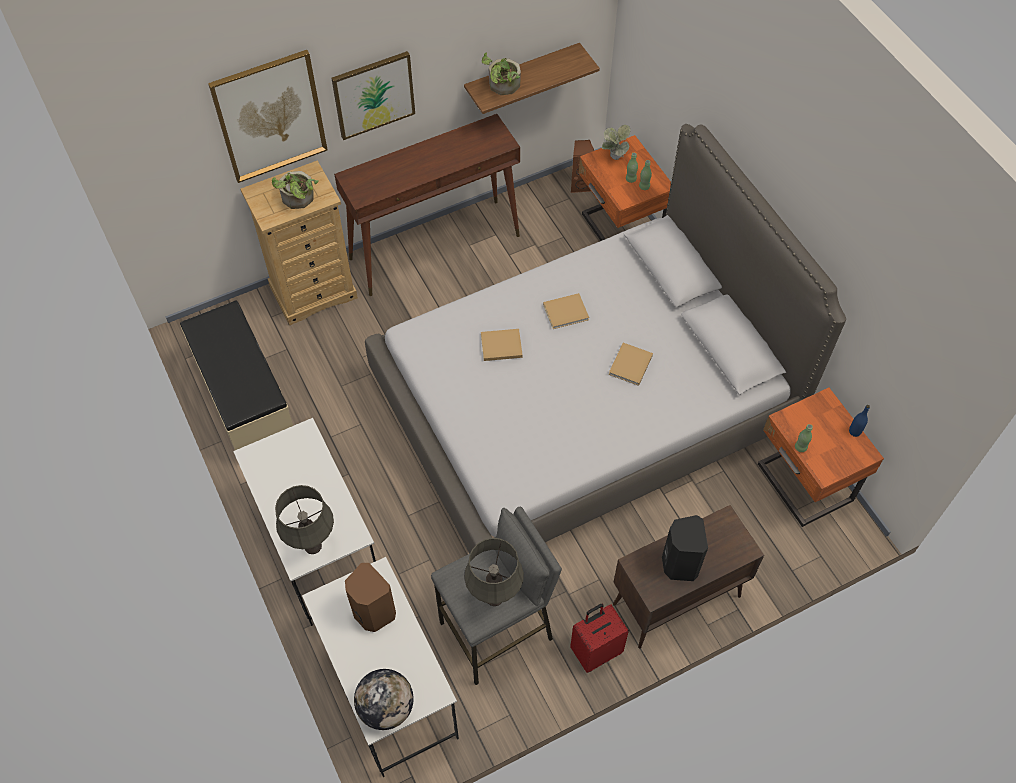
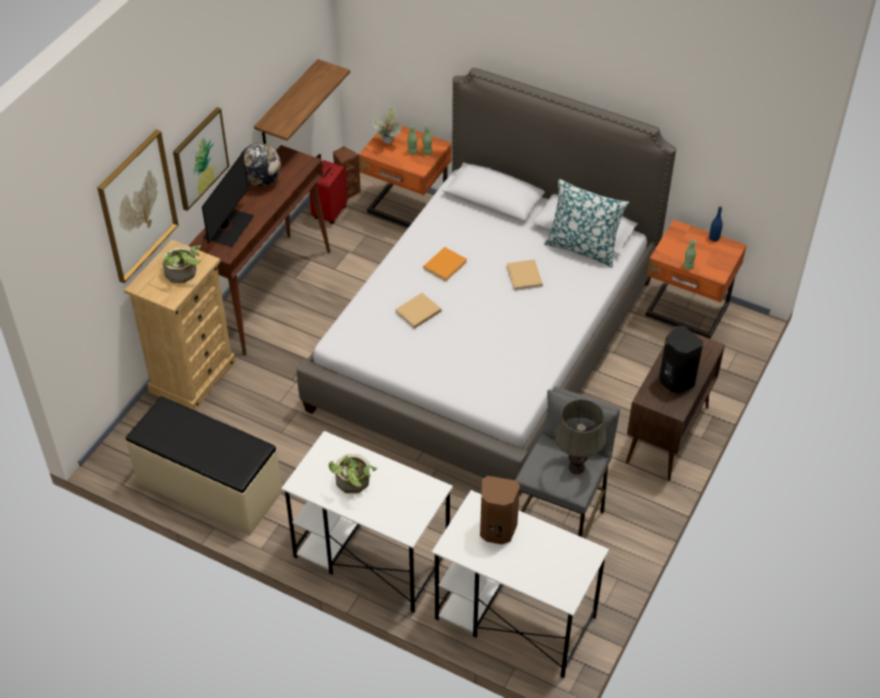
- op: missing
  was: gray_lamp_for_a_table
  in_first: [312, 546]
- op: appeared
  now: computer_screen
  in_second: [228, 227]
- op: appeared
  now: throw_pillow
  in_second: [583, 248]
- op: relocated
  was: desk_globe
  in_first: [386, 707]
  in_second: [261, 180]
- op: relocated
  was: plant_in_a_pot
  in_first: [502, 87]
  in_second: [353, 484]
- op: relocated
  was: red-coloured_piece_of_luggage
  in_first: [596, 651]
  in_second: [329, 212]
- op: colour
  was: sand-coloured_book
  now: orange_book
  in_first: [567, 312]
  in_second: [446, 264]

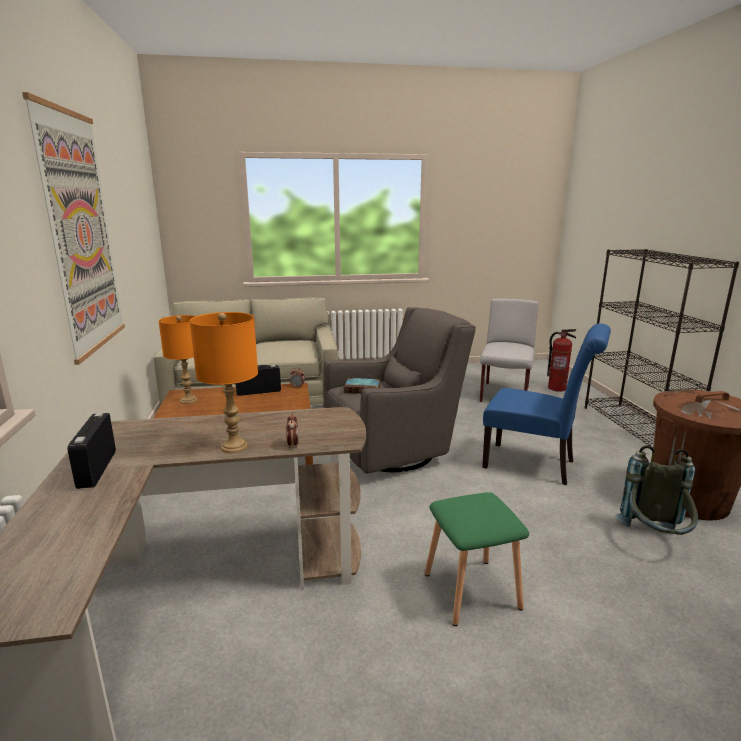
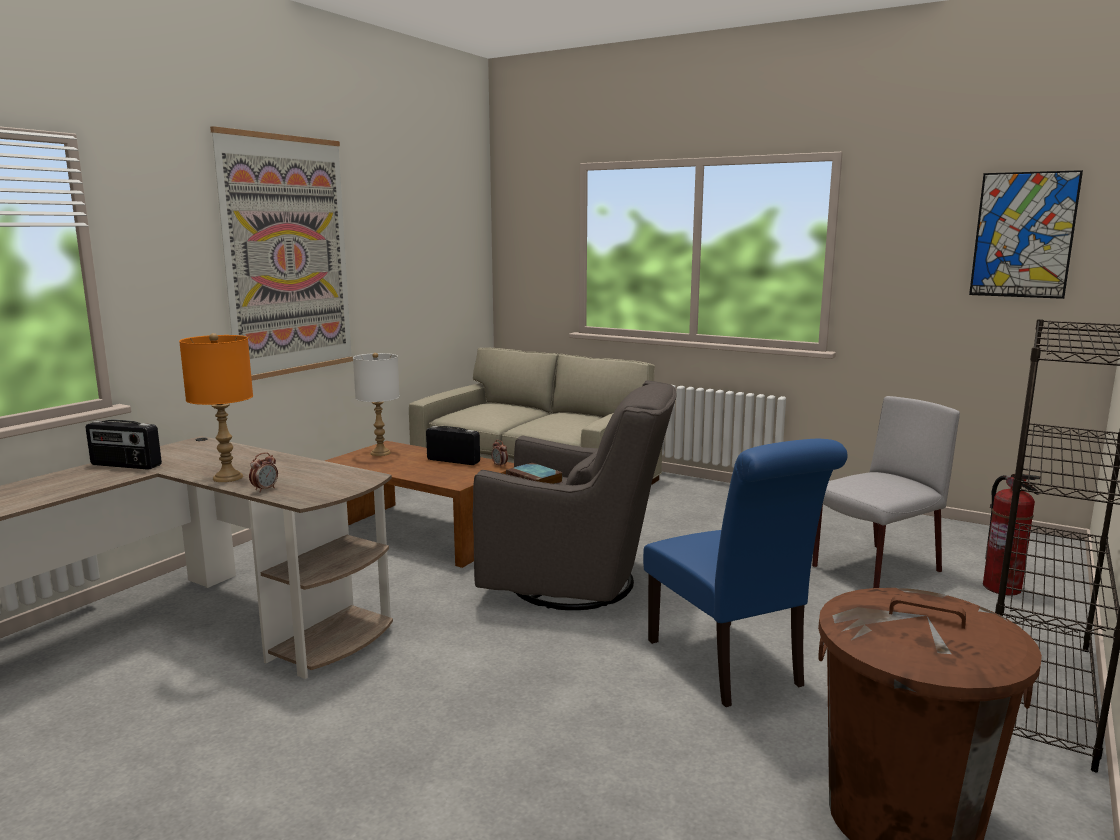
- op: missing
  was: green_stool_seat
  in_first: [473, 591]
- op: missing
  was: gray_rucksack
  in_first: [654, 539]
- op: appeared
  now: wall_art
  in_second: [1023, 235]
- op: colour
  was: orange_lamp_for_a_table
  now: white-coloured_lamp_for_a_table
  in_first: [189, 400]
  in_second: [380, 453]
- op: spun
  was: radio
  in_first: [96, 469]
  in_second: [125, 465]
  clockwise: -105

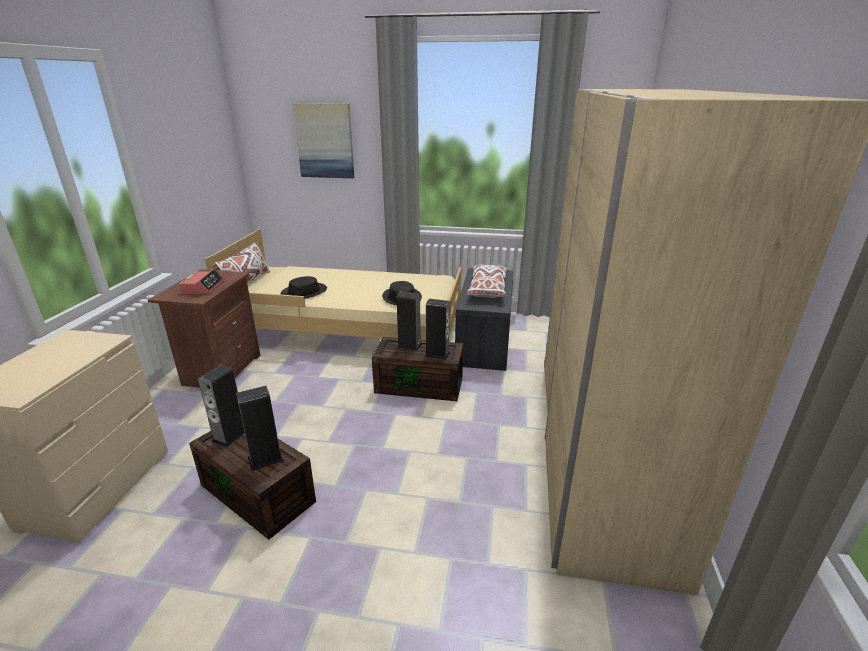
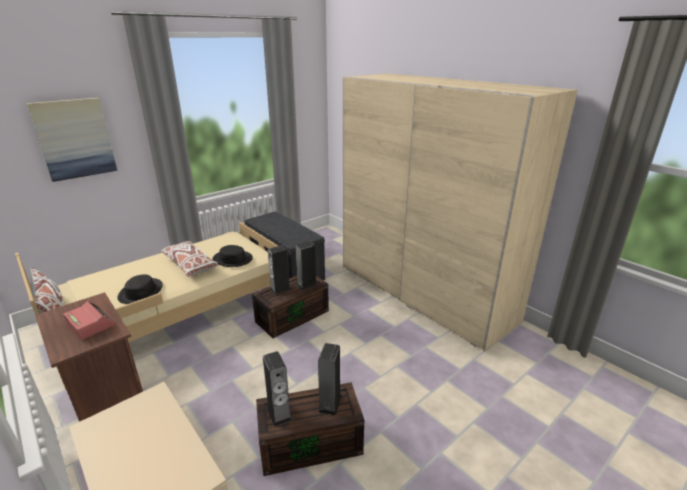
- op: relocated
  was: white-coloured_throw_pillow
  in_first: [487, 289]
  in_second: [190, 265]

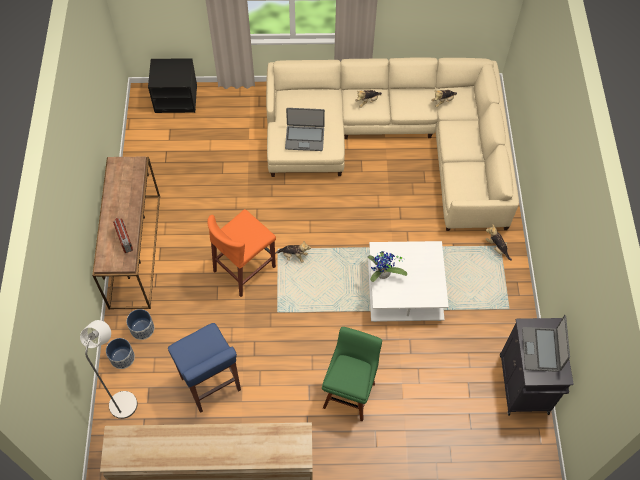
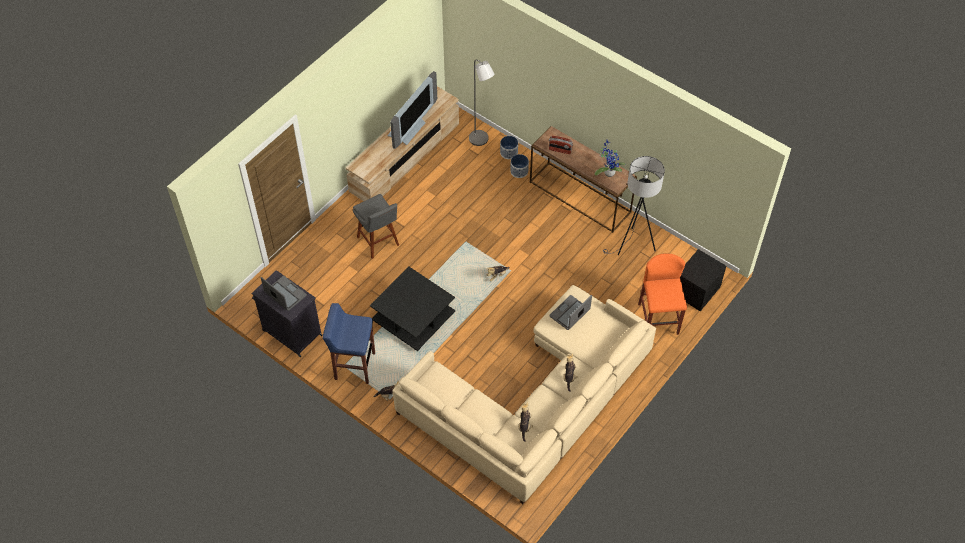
- op: appeared
  now: TV_set
  in_second: [409, 130]
- op: appeared
  now: gray_standard_lamp
  in_second: [632, 246]
- op: relocated
  was: bluish_stool_seat
  in_first: [211, 385]
  in_second: [354, 366]
- op: relocated
  was: orange_stool_seat
  in_first: [244, 269]
  in_second: [658, 319]
- op: relocated
  was: plant_in_a_pot
  in_first: [382, 275]
  in_second: [608, 172]
- op: colour
  was: green_stool_seat
  now: gray_stool_seat
  in_first: [350, 392]
  in_second: [379, 243]
- op: colour
  was: white-coloured_coffee_table
  now: black-coloured_coffee_table
  in_first: [405, 290]
  in_second: [413, 318]

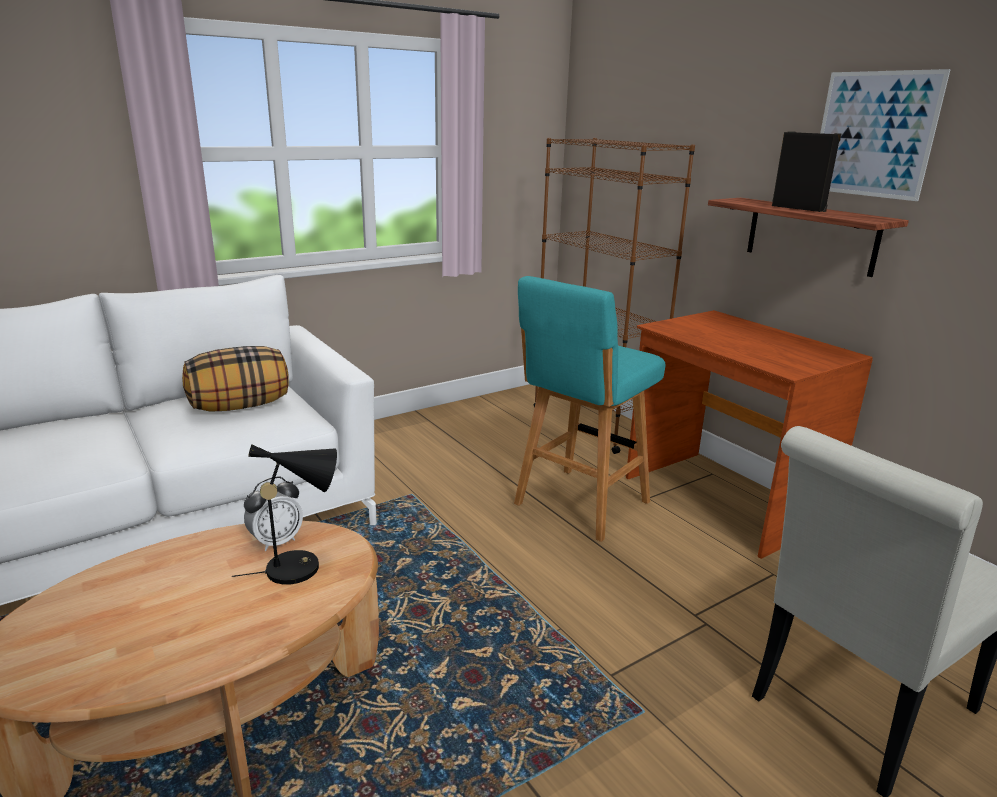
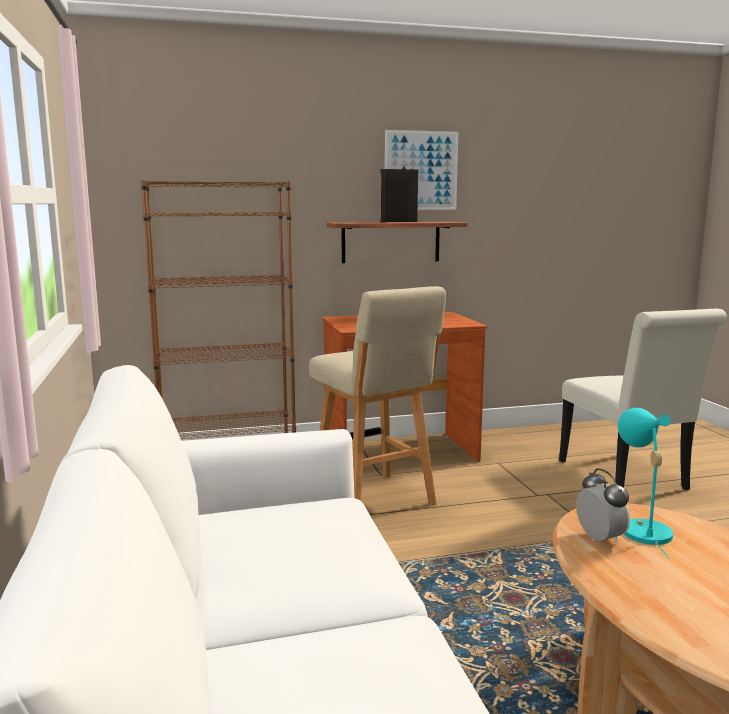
- op: missing
  was: throw_pillow
  in_first: [240, 406]
- op: colour
  was: black-coloured_lamp_for_a_table
  now: blue-green_lamp_for_a_table
  in_first: [301, 566]
  in_second: [642, 529]
- op: colour
  was: blue-green_stool_seat
  now: sand-coloured_stool_seat
  in_first: [579, 505]
  in_second: [374, 501]

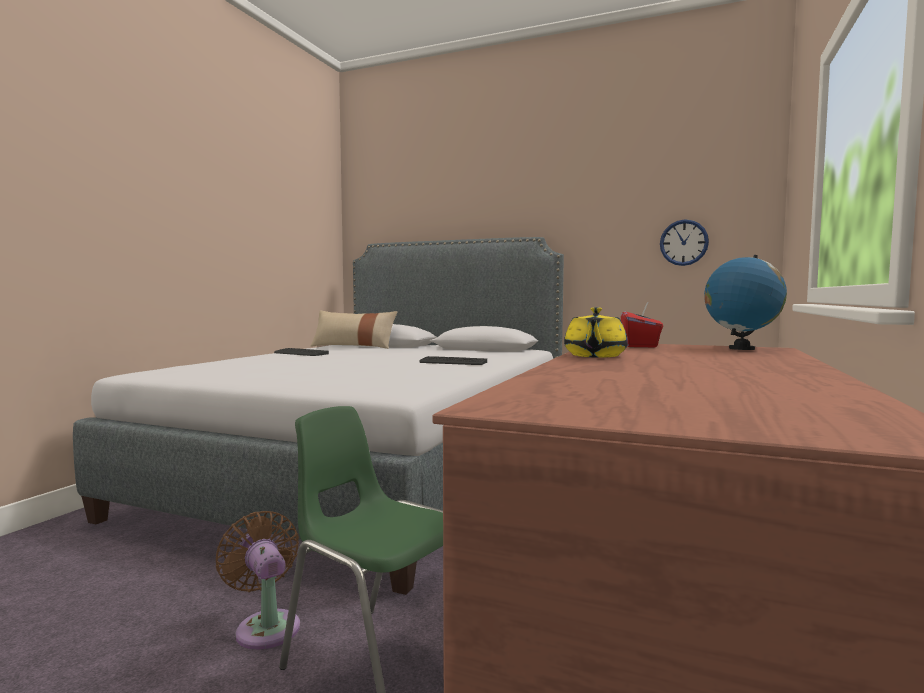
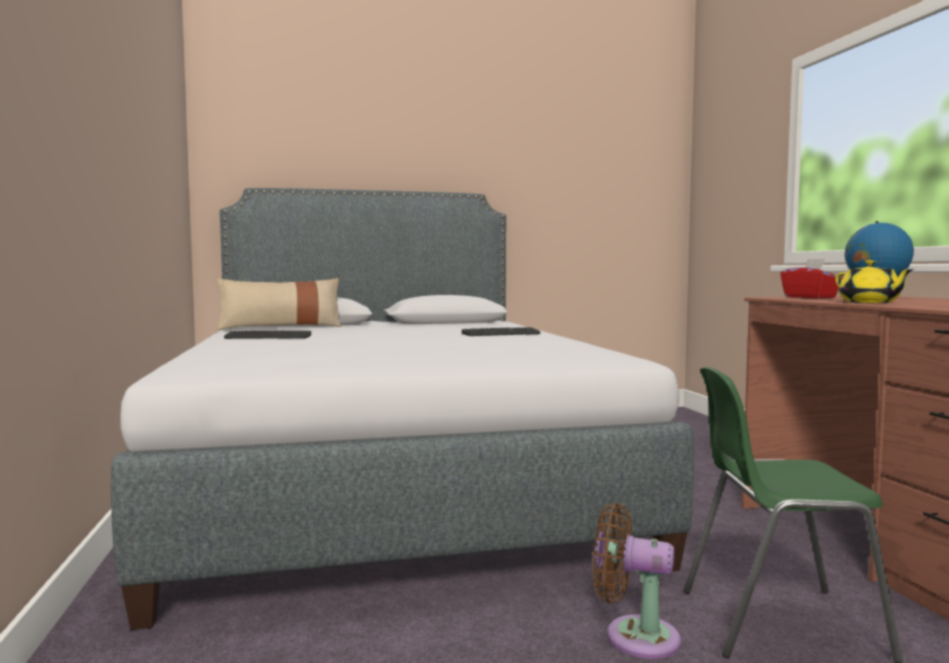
- op: missing
  was: hanging_clock
  in_first: [683, 242]

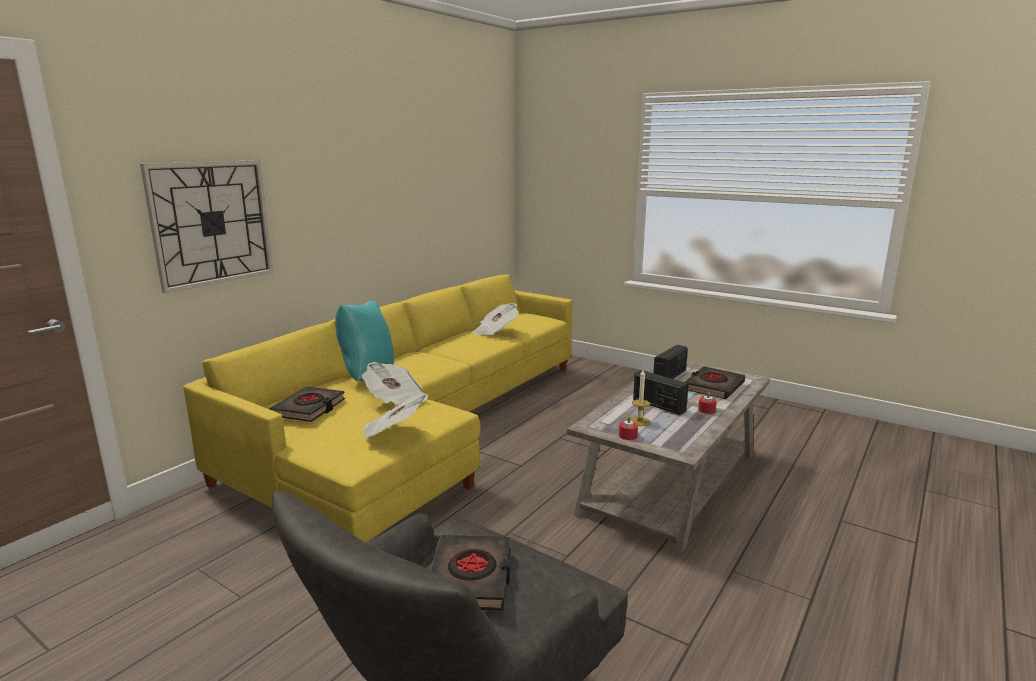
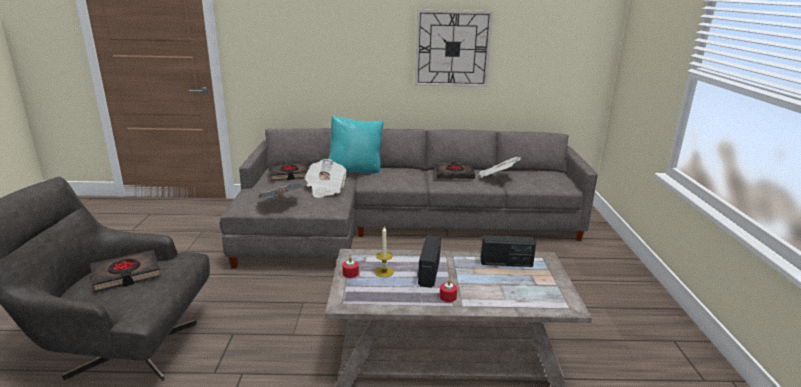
- op: relocated
  was: hanging_clock
  in_first: [211, 223]
  in_second: [452, 49]
- op: relocated
  was: black-coloured_book
  in_first: [713, 387]
  in_second: [454, 174]
- op: colour
  was: yellow_sofa
  now: gray_sofa
  in_first: [418, 429]
  in_second: [396, 225]

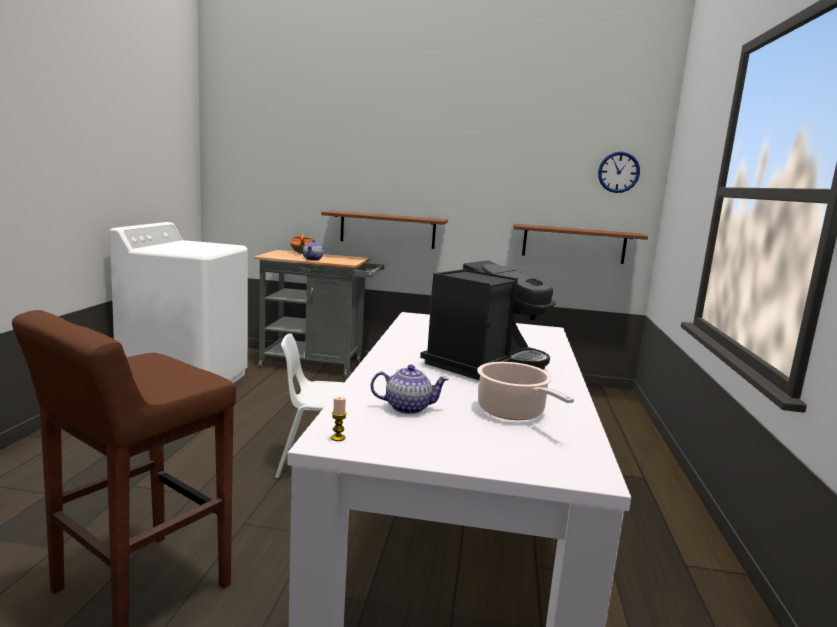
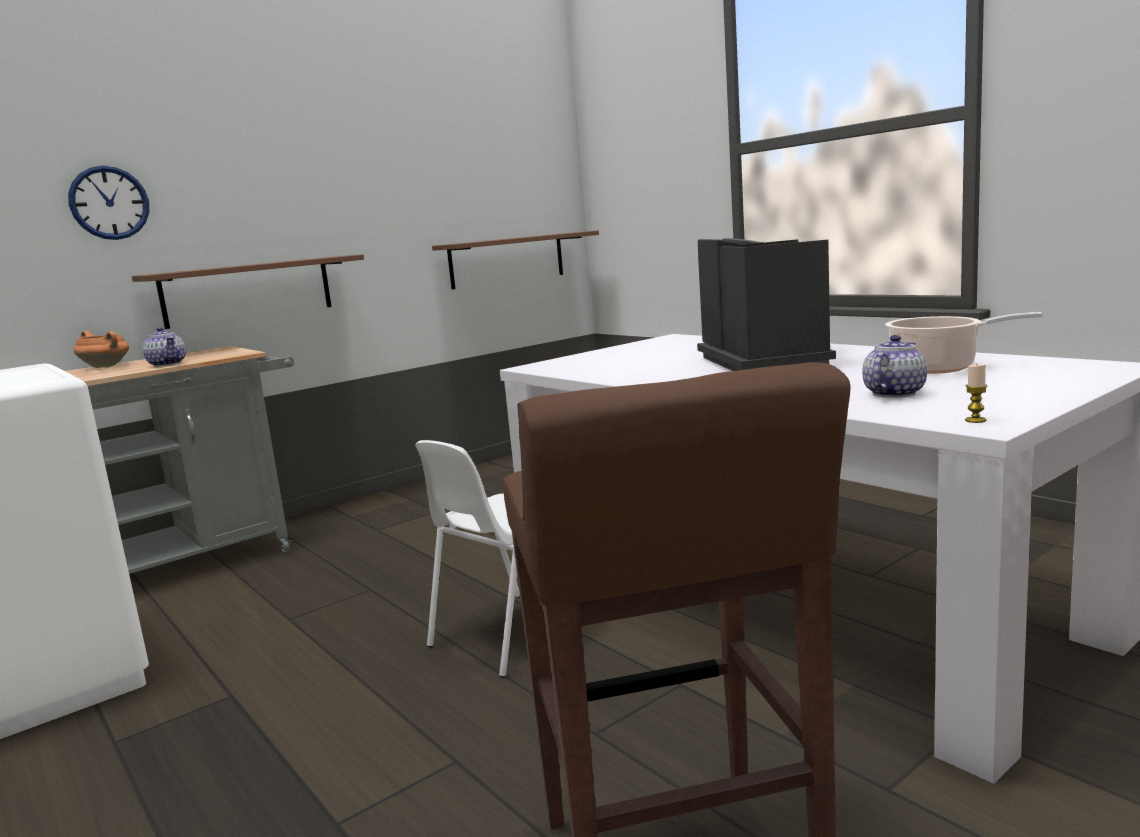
- op: relocated
  was: hanging_clock
  in_first: [618, 172]
  in_second: [109, 203]

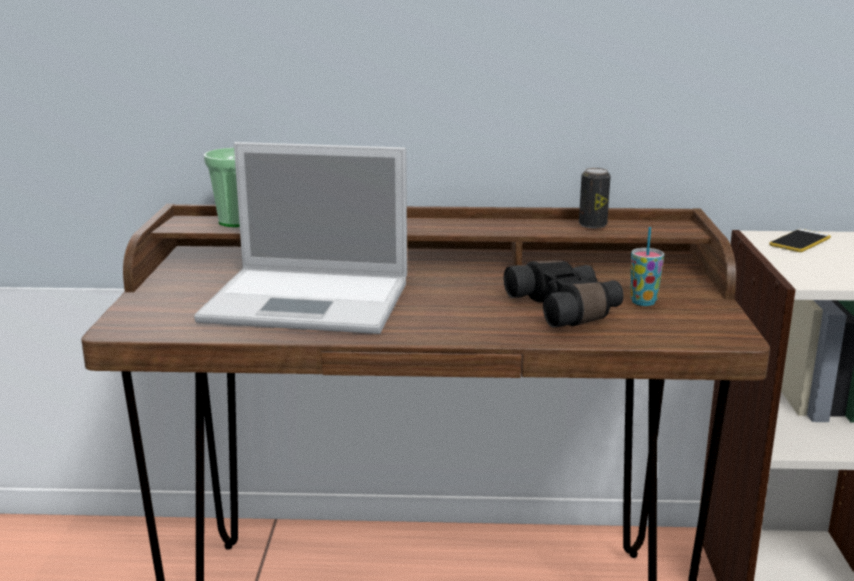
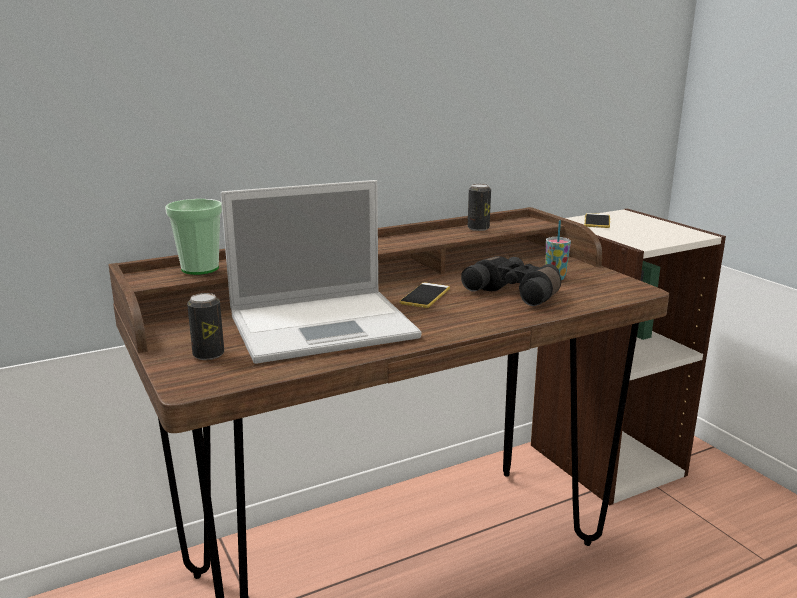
- op: appeared
  now: metal_can
  in_second: [208, 354]
- op: appeared
  now: handset
  in_second: [425, 296]

